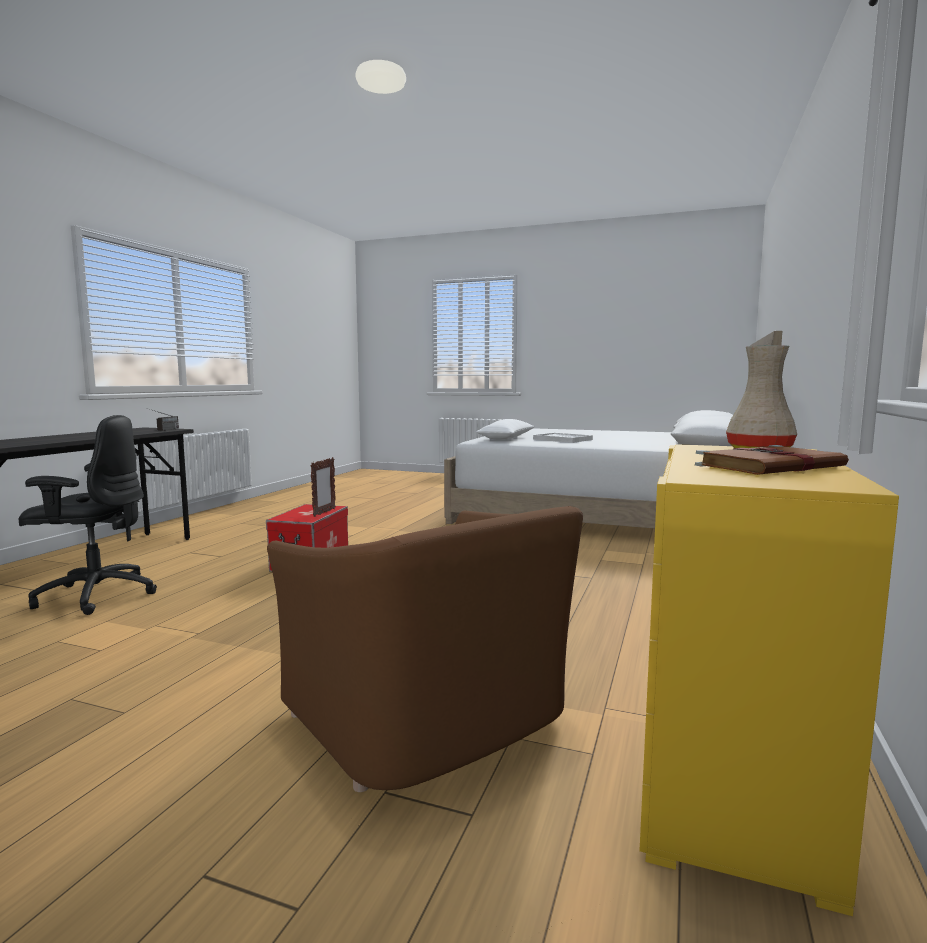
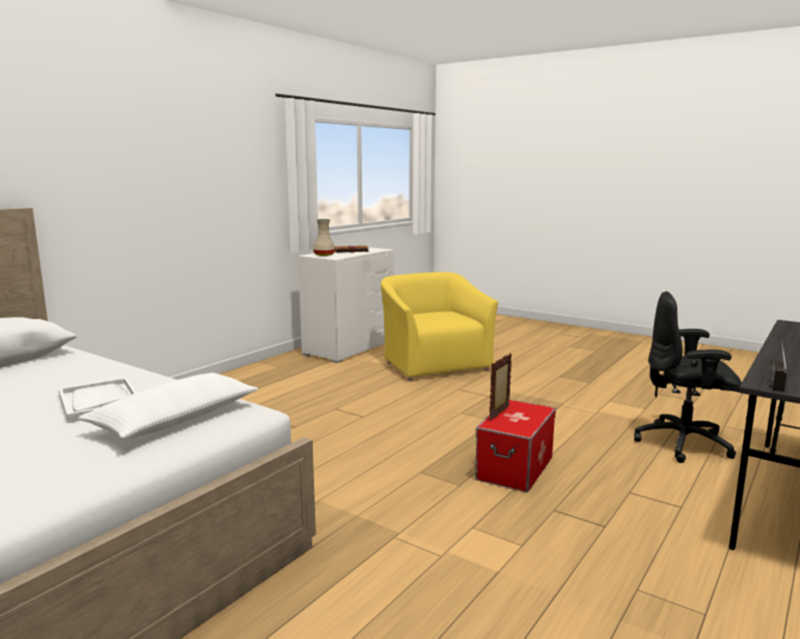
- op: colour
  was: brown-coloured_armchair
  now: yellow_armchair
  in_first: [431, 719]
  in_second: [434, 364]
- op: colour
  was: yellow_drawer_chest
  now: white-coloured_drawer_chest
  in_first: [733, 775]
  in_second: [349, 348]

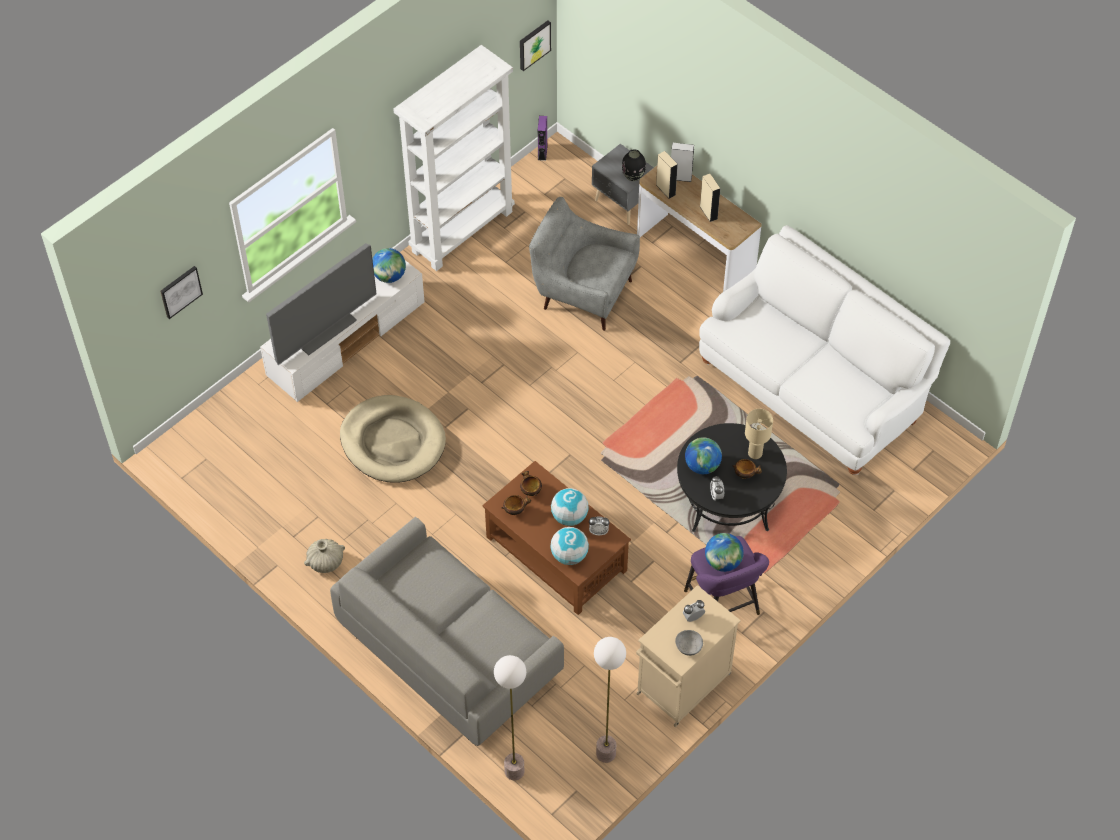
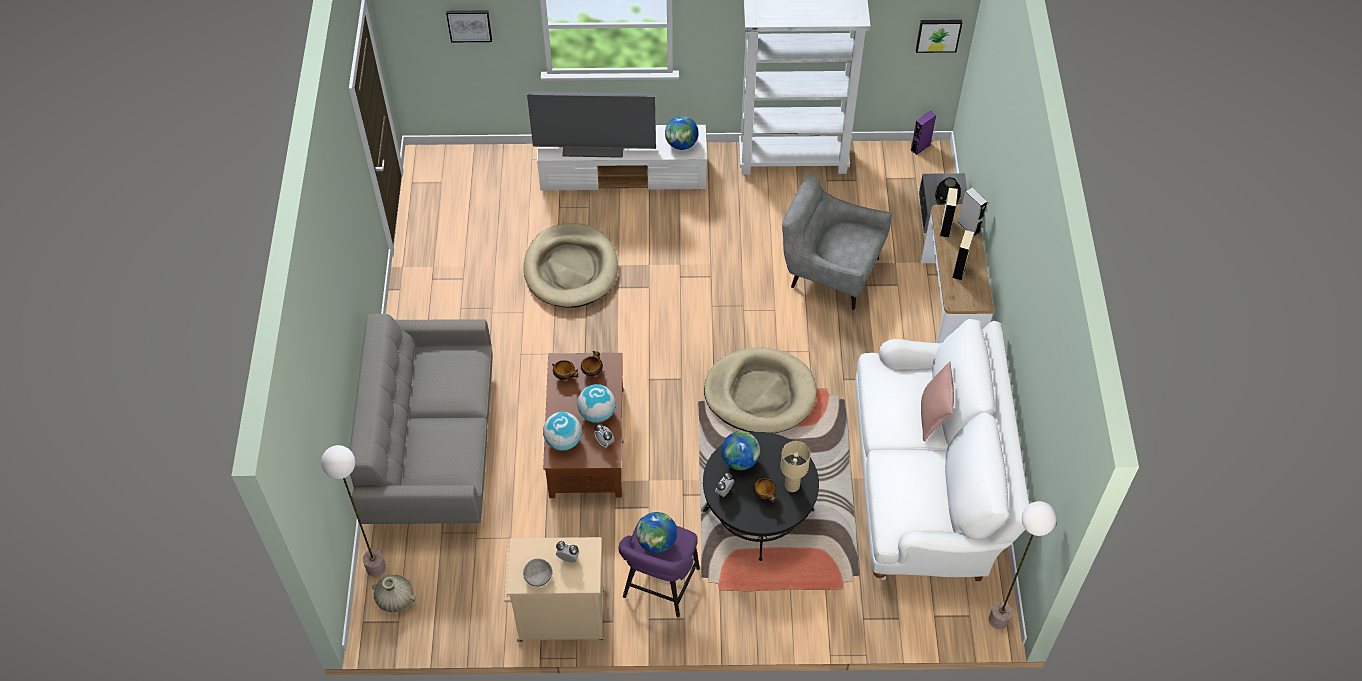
- op: appeared
  now: sand-coloured_dog_cushion
  in_second: [760, 393]
- op: appeared
  now: pinkish_throw_pillow
  in_second: [933, 416]
- op: relocated
  was: sand-coloured_vase
  in_first: [326, 562]
  in_second: [395, 599]
- op: relocated
  was: standard_lamp
  in_first: [606, 753]
  in_second: [999, 620]
- op: spun
  was: gray_armchair
  in_first: [583, 293]
  in_second: [830, 270]
  clockwise: -45

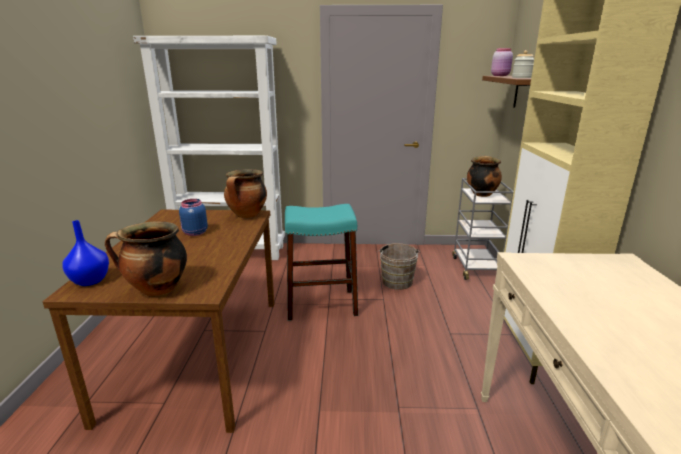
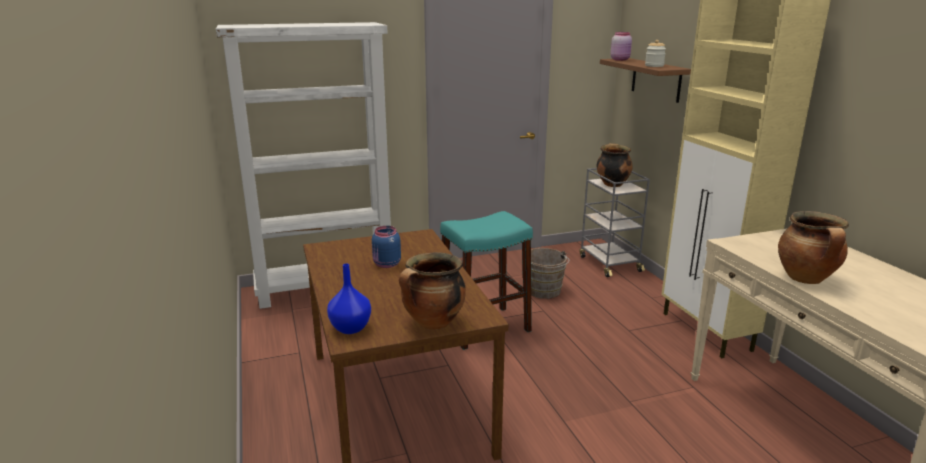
- op: relocated
  was: saucepot
  in_first: [247, 215]
  in_second: [806, 279]

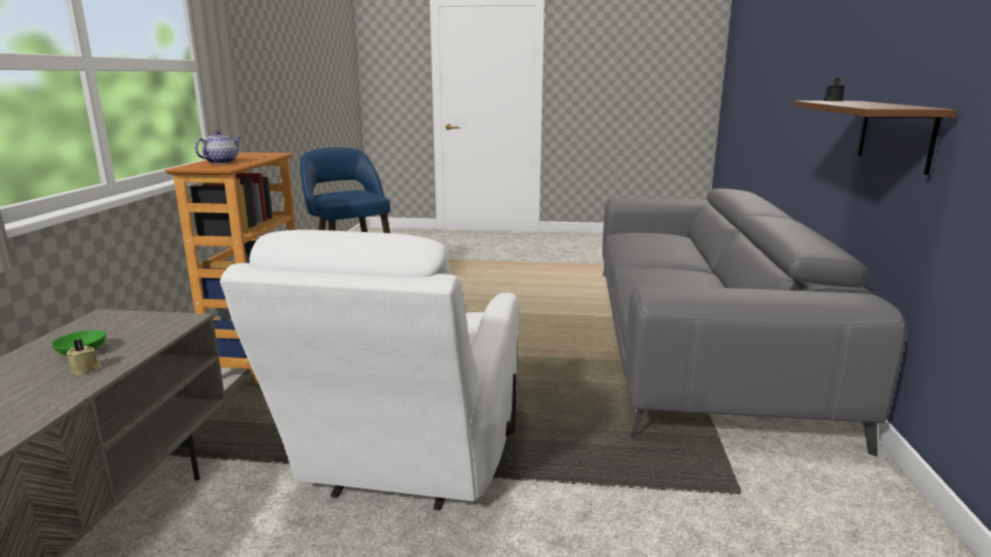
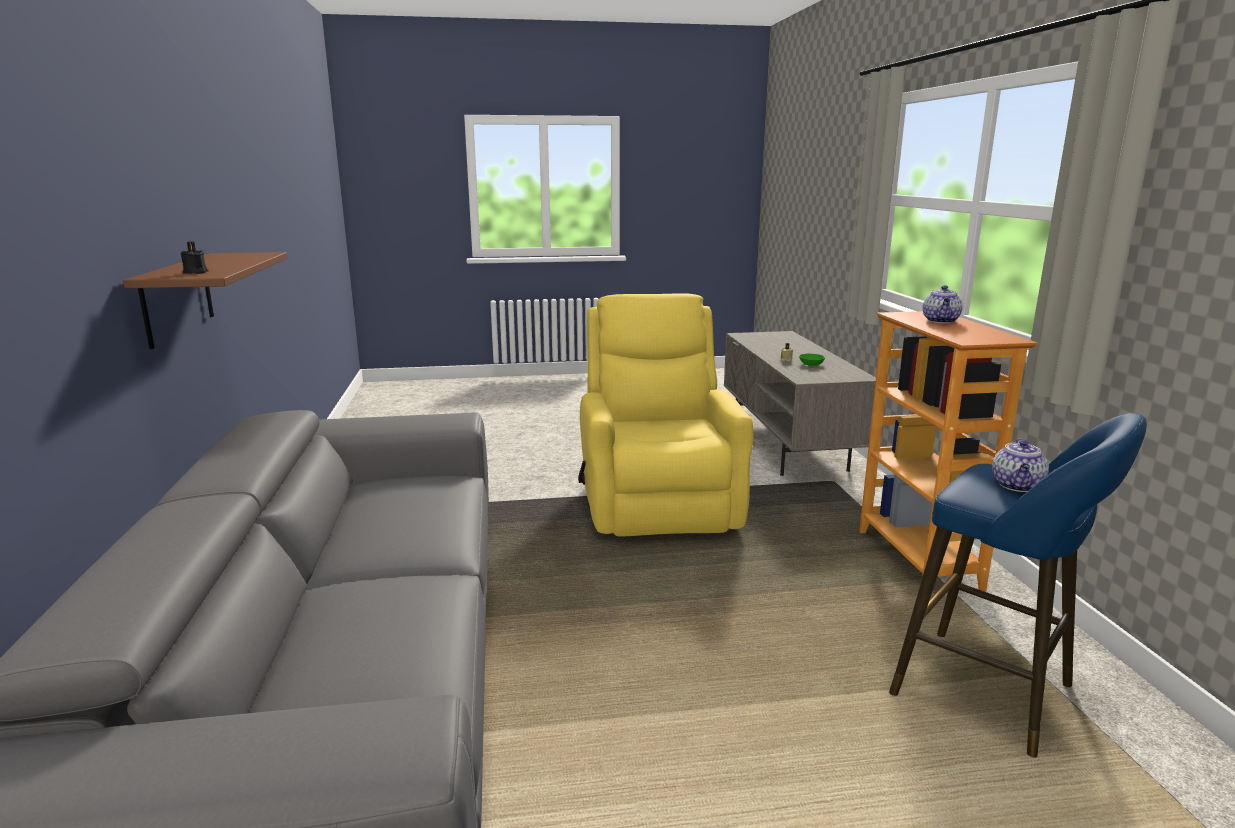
- op: appeared
  now: pot_for_tea
  in_second: [1017, 486]
- op: colour
  was: white-coloured_armchair
  now: yellow_armchair
  in_first: [407, 460]
  in_second: [657, 498]

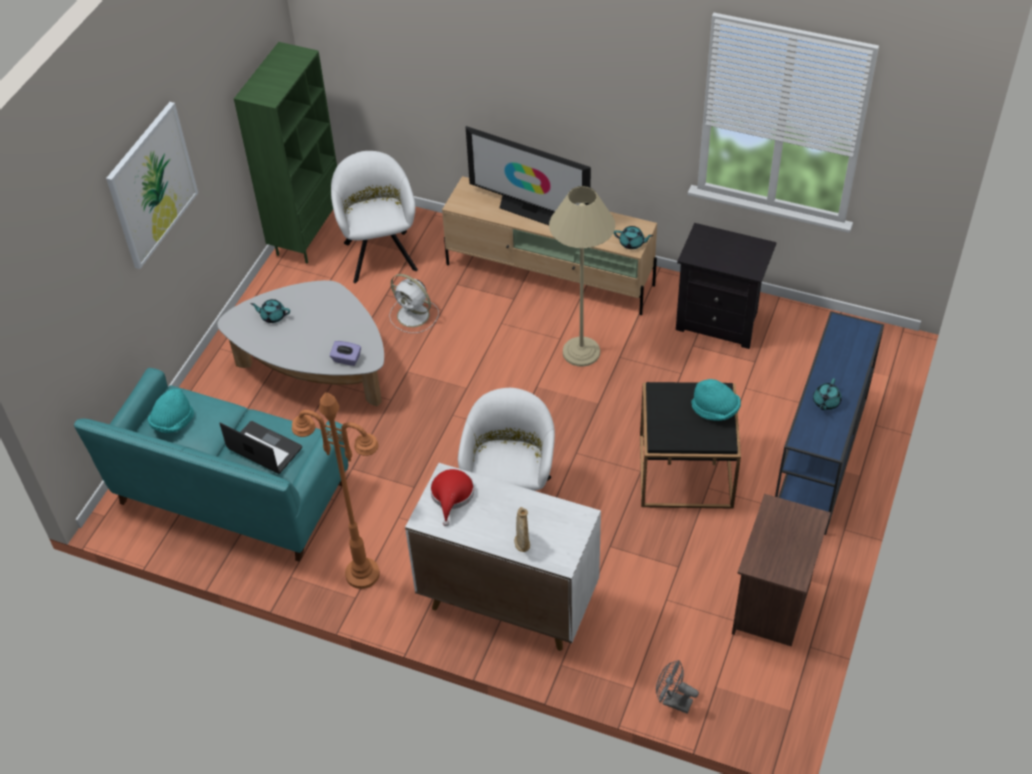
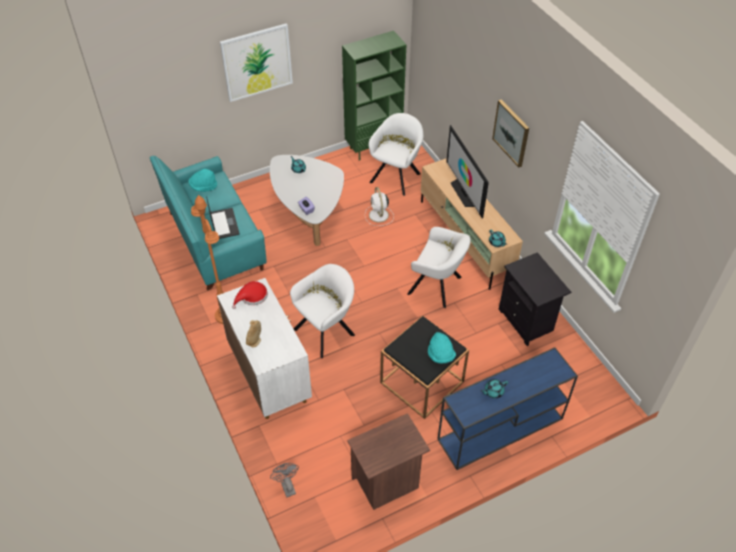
- op: appeared
  now: wall_art
  in_second: [511, 133]
- op: exchanged
  was: sand-coloured_standard_lamp
  now: white-coloured_armchair
  in_first: [581, 352]
  in_second: [437, 287]

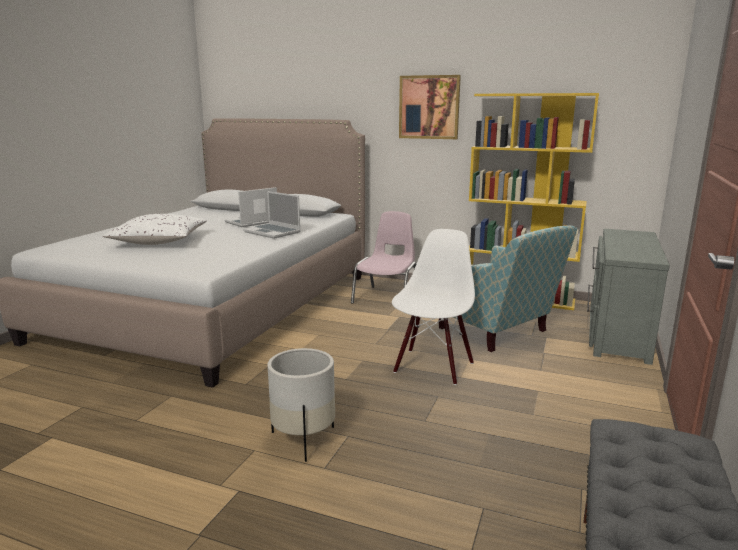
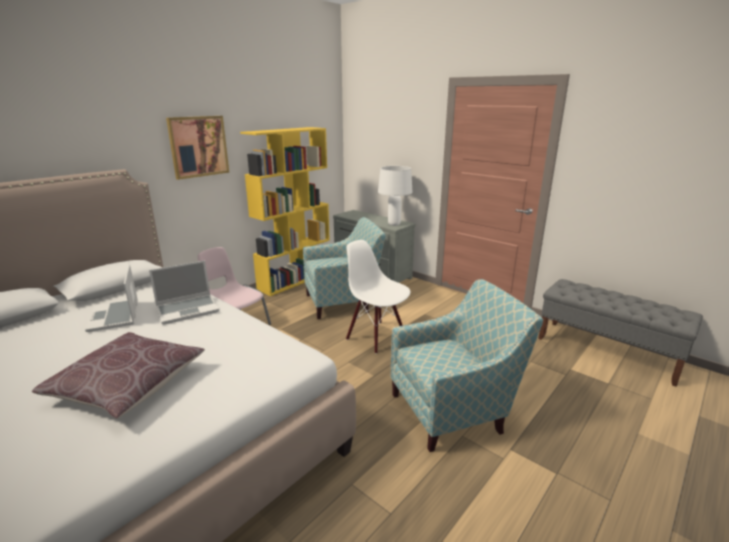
- op: appeared
  now: white-coloured_lamp_for_a_table
  in_second: [393, 224]
- op: exchanged
  was: white-coloured_flower_pot
  now: armchair
  in_first: [304, 439]
  in_second: [454, 409]
- op: colour
  was: white-coloured_throw_pillow
  now: brown-coloured_throw_pillow
  in_first: [159, 241]
  in_second: [128, 385]

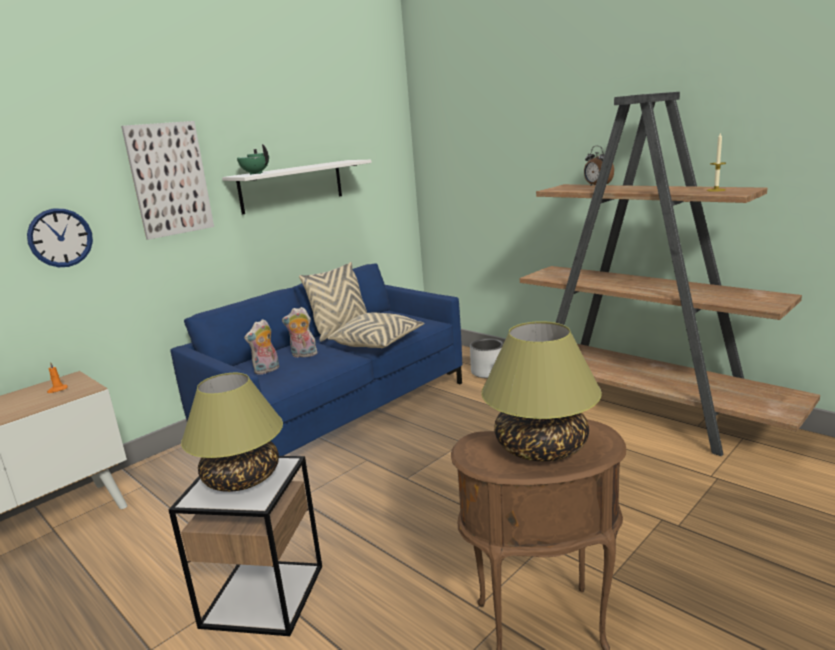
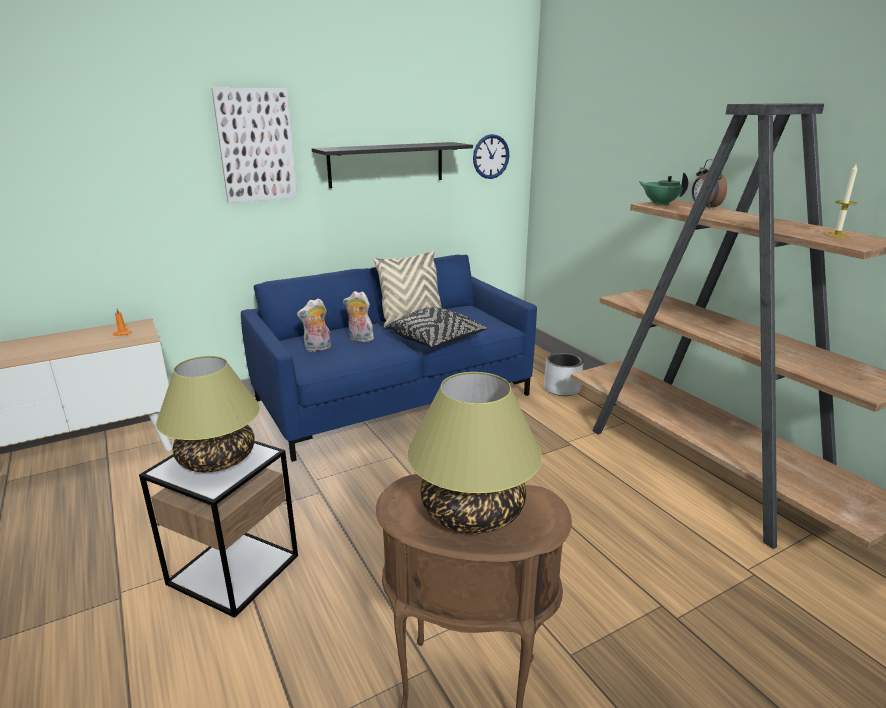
- op: relocated
  was: hanging_clock
  in_first: [60, 238]
  in_second: [490, 156]
- op: relocated
  was: green_pot_for_tea
  in_first: [255, 173]
  in_second: [660, 204]
- op: colour
  was: white-coloured_shelf
  now: black-coloured_shelf
  in_first: [292, 186]
  in_second: [386, 164]
- op: colour
  was: sand-coloured_throw_pillow
  now: black-coloured_throw_pillow
  in_first: [378, 343]
  in_second: [436, 340]

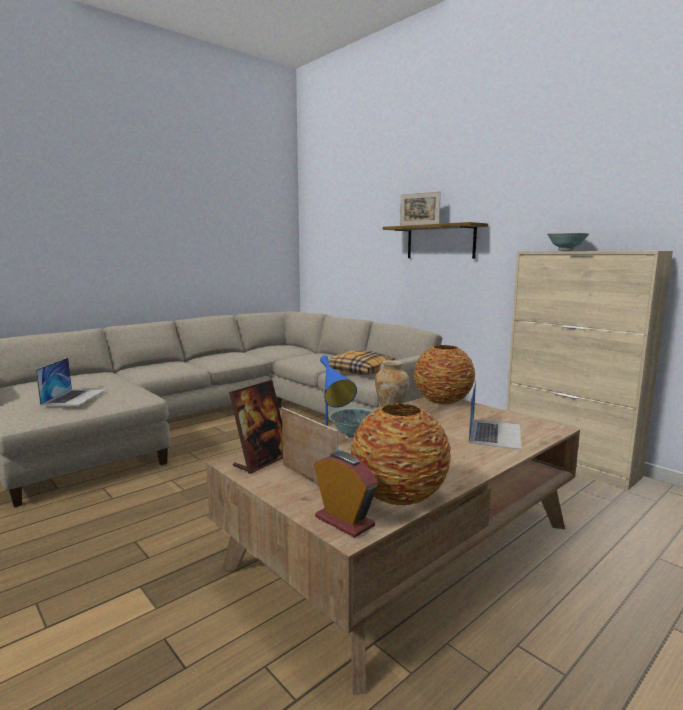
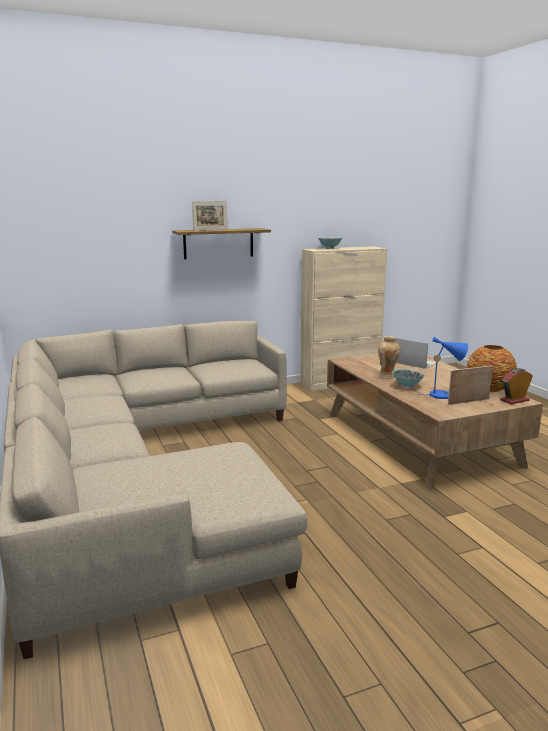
- op: missing
  was: notebook_computer
  in_first: [74, 397]
- op: missing
  was: standing_frame
  in_first: [261, 461]
- op: missing
  was: throw_pillow
  in_first: [360, 371]
- op: missing
  was: vase
  in_first: [443, 401]

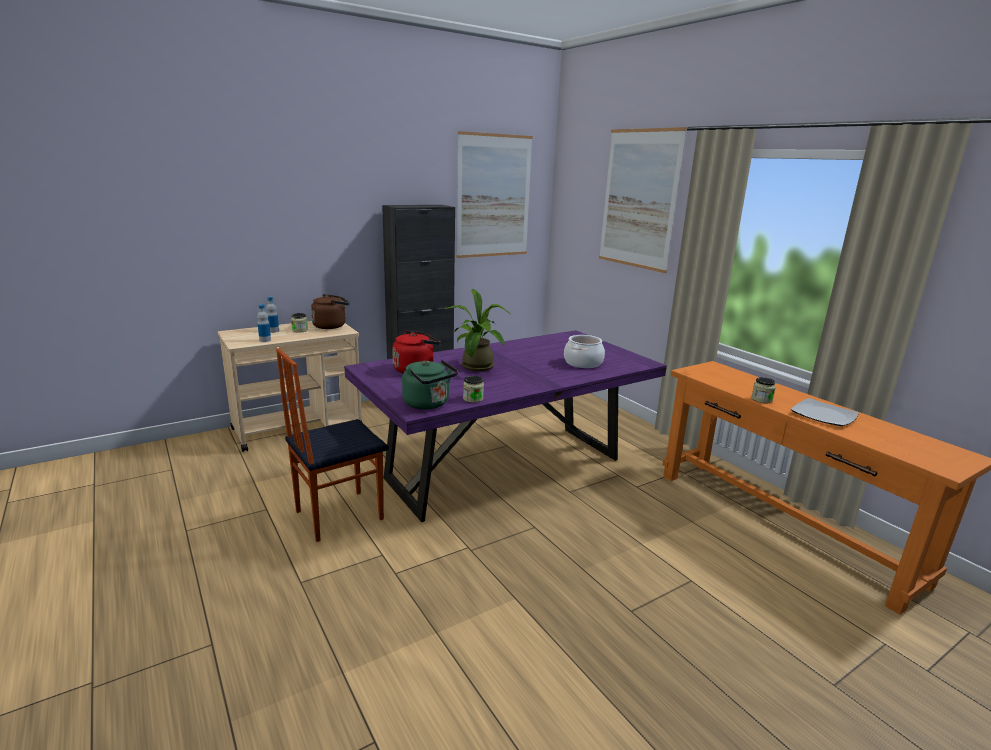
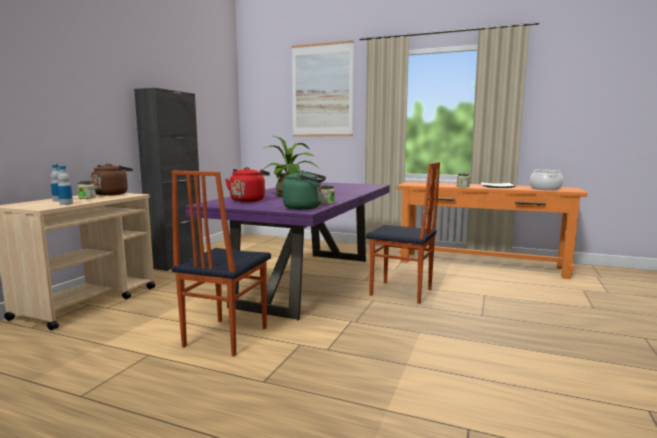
- op: missing
  was: wall_art
  in_first: [493, 196]
- op: appeared
  now: upright_chair
  in_second: [401, 293]
- op: relocated
  was: saucepot
  in_first: [583, 363]
  in_second: [545, 189]

